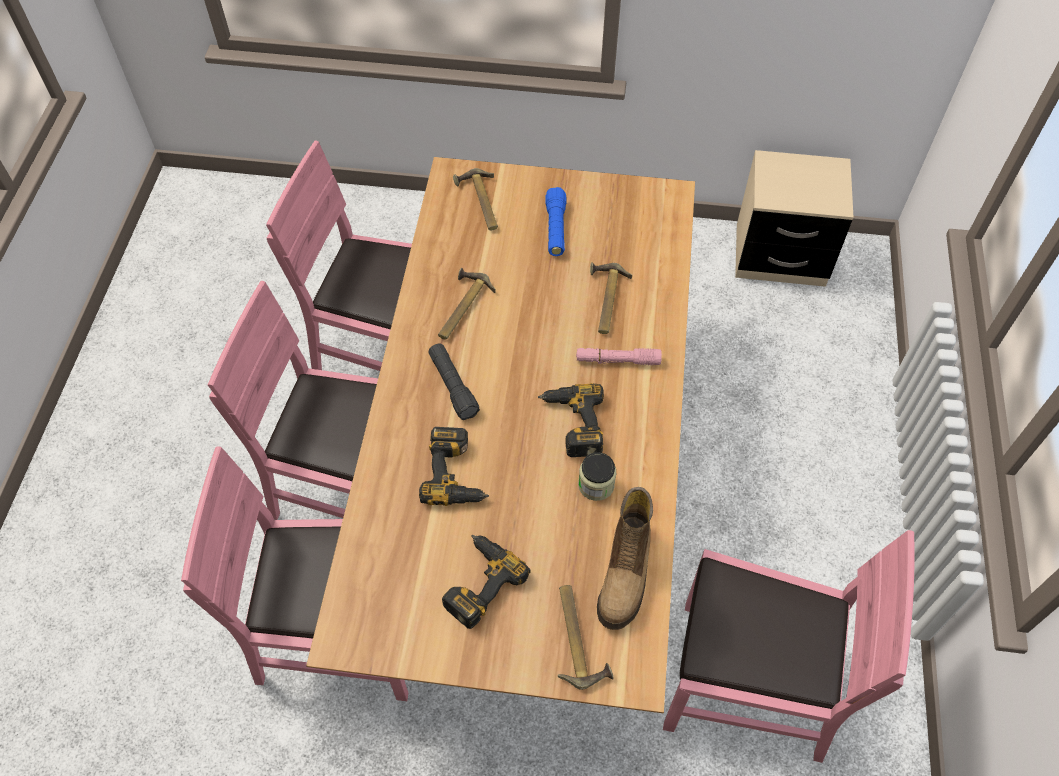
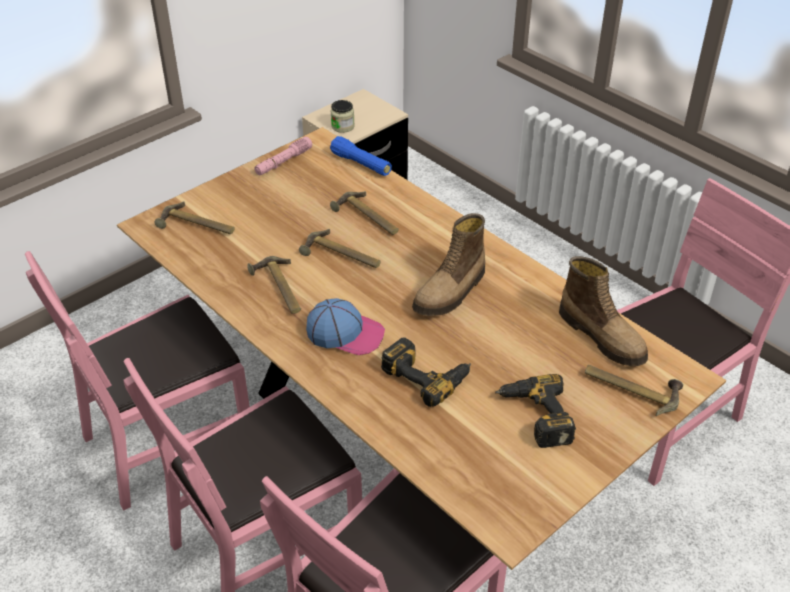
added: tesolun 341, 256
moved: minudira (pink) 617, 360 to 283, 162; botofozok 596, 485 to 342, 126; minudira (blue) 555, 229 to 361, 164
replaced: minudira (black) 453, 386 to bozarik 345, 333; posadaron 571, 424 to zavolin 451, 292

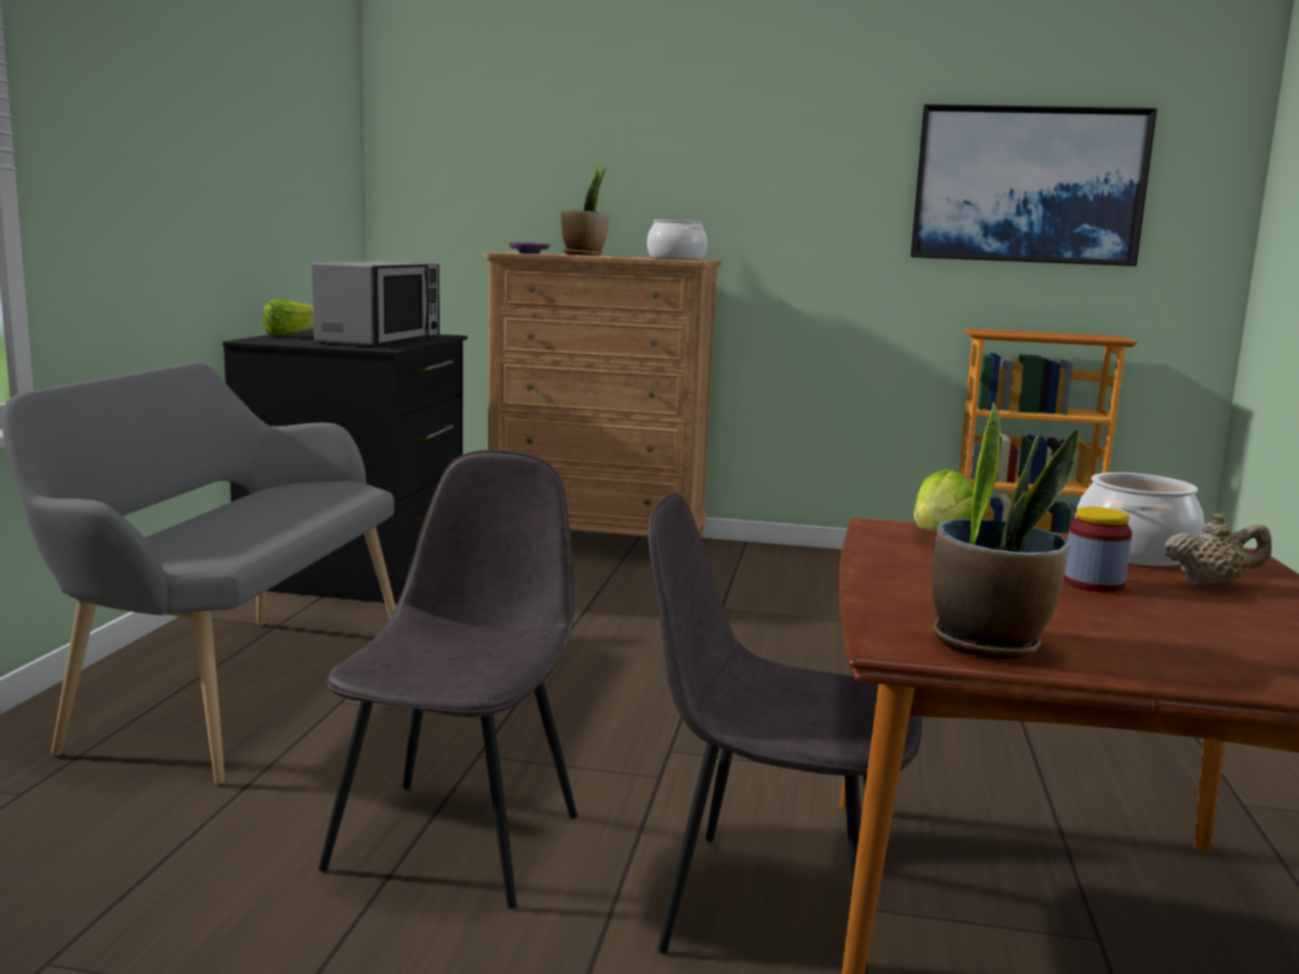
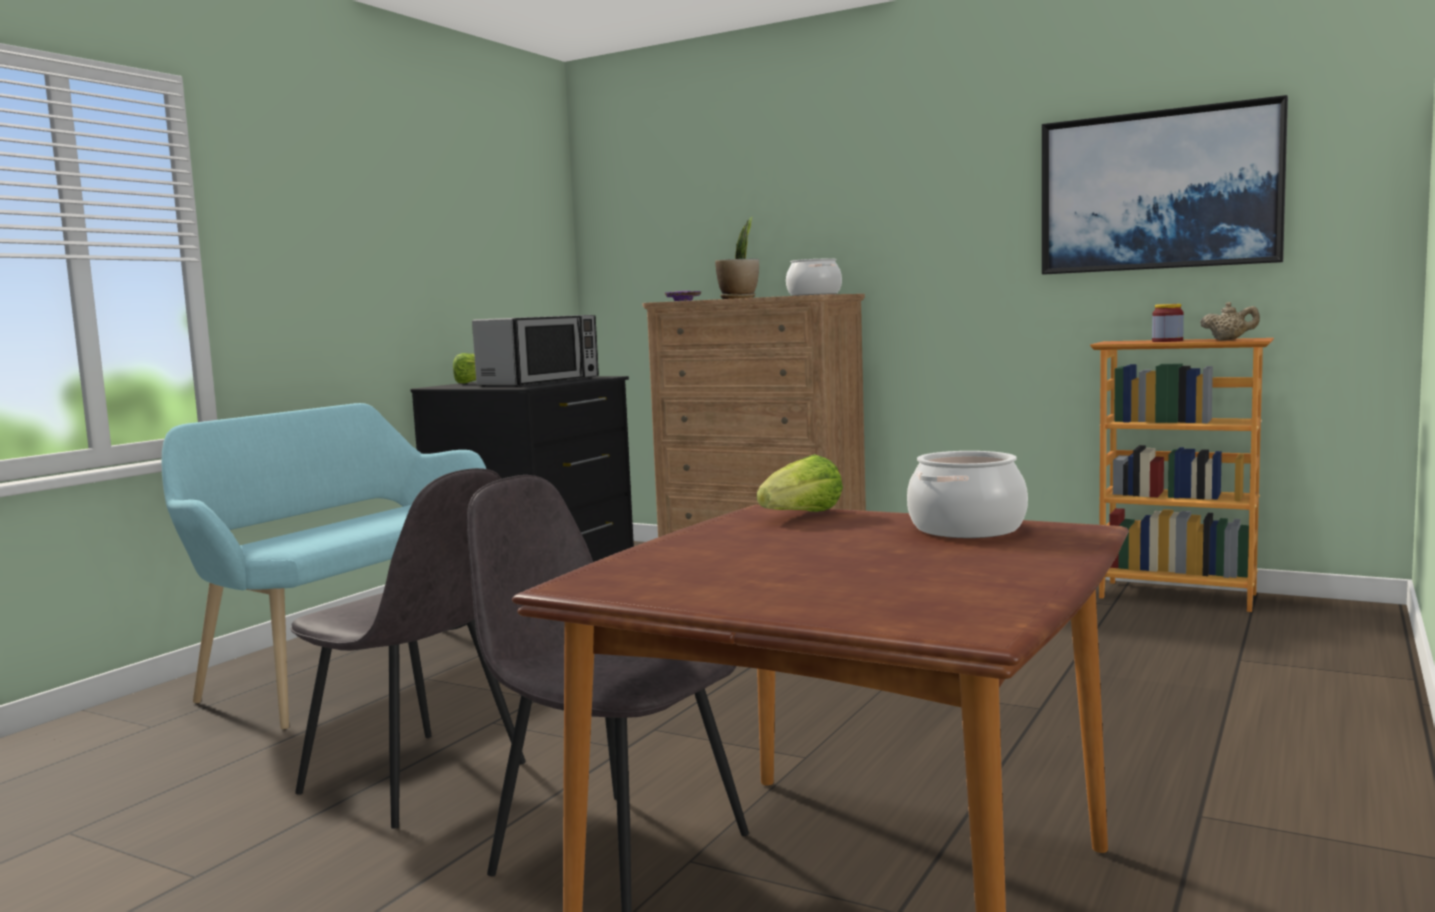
removed: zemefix 988, 643
moved: botofozok 1093, 583 to 1167, 341; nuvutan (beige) 1211, 584 to 1229, 340
recoloured: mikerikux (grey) 231, 686 to mikerikux (turquoise) 357, 663
turned: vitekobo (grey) 458, 838 = 417, 779 90 degrees clockwise

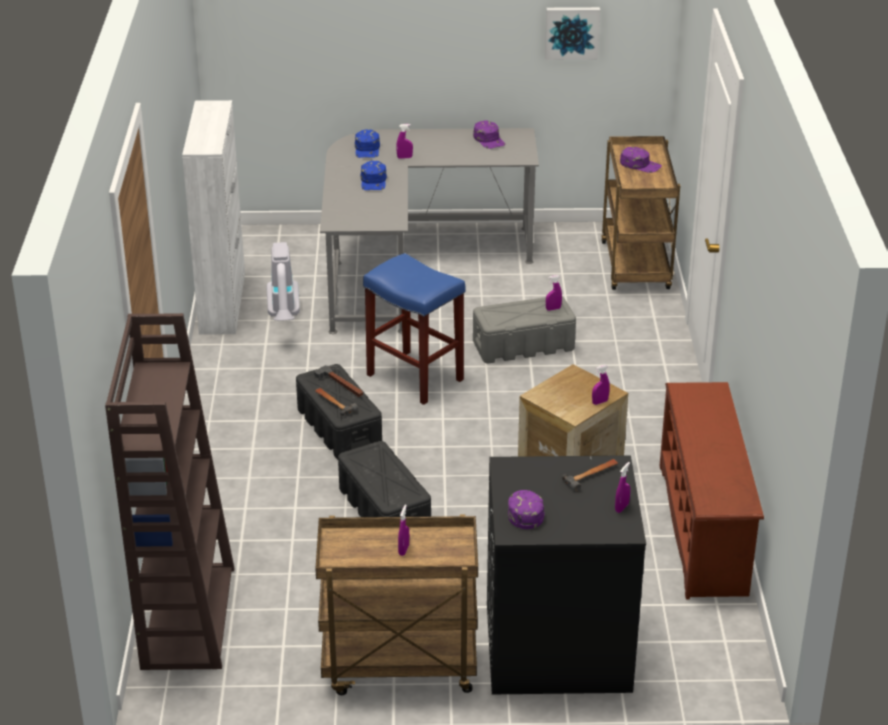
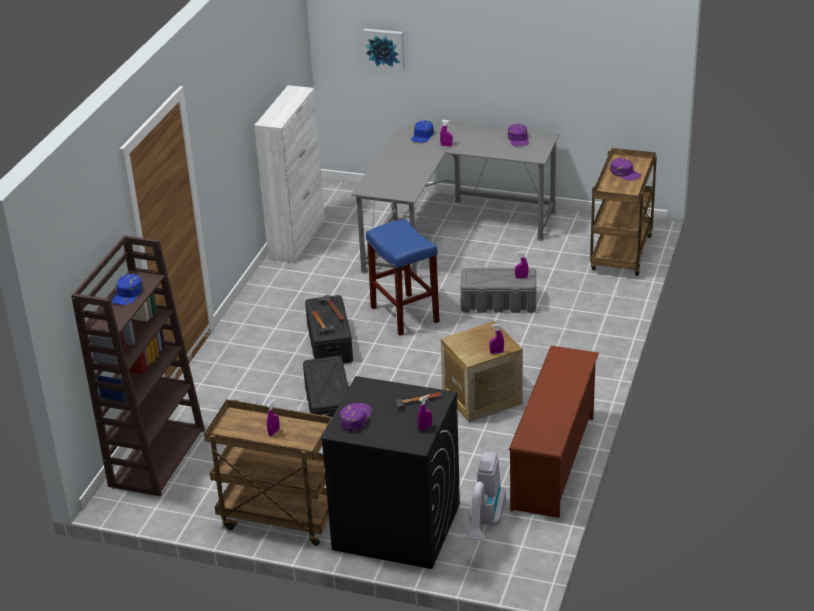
moved: bozarik (blue) 374, 181 to 127, 294; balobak 571, 32 to 384, 49; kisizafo 284, 316 to 485, 524

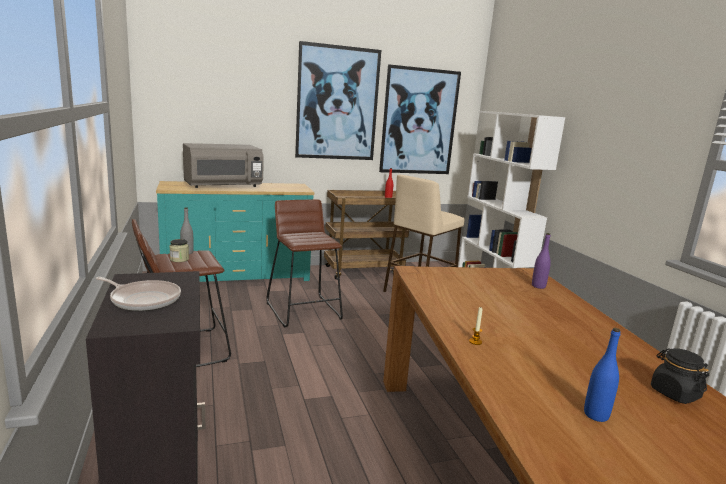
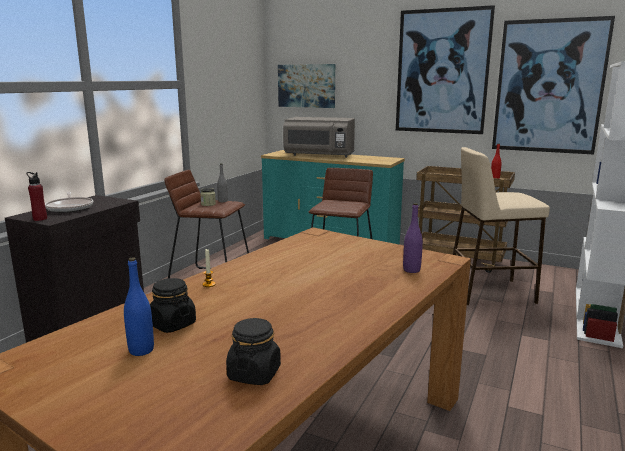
added: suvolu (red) 40, 219; botofozok (black) 172, 324; balobak 306, 86

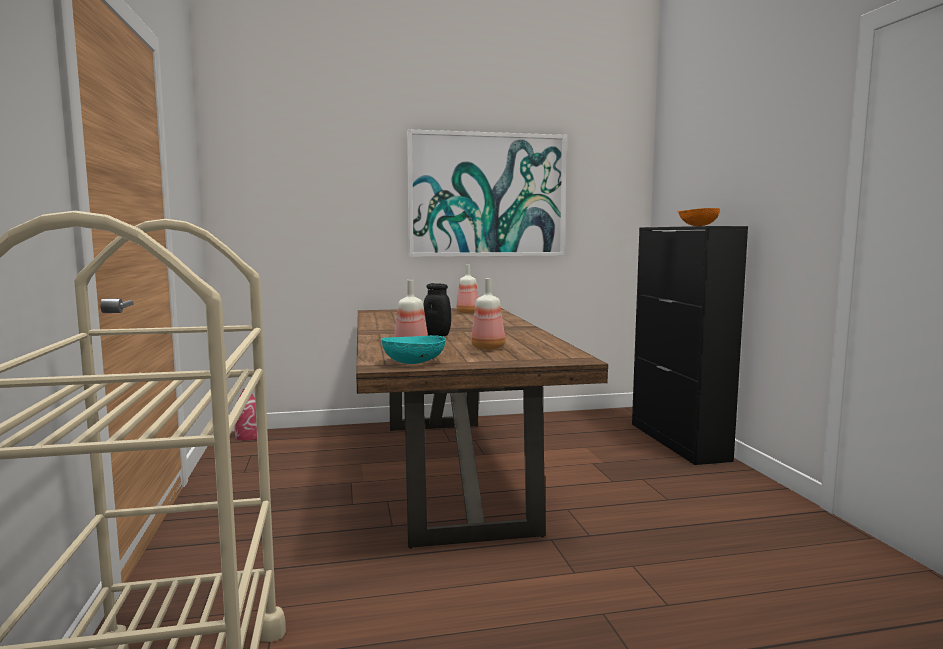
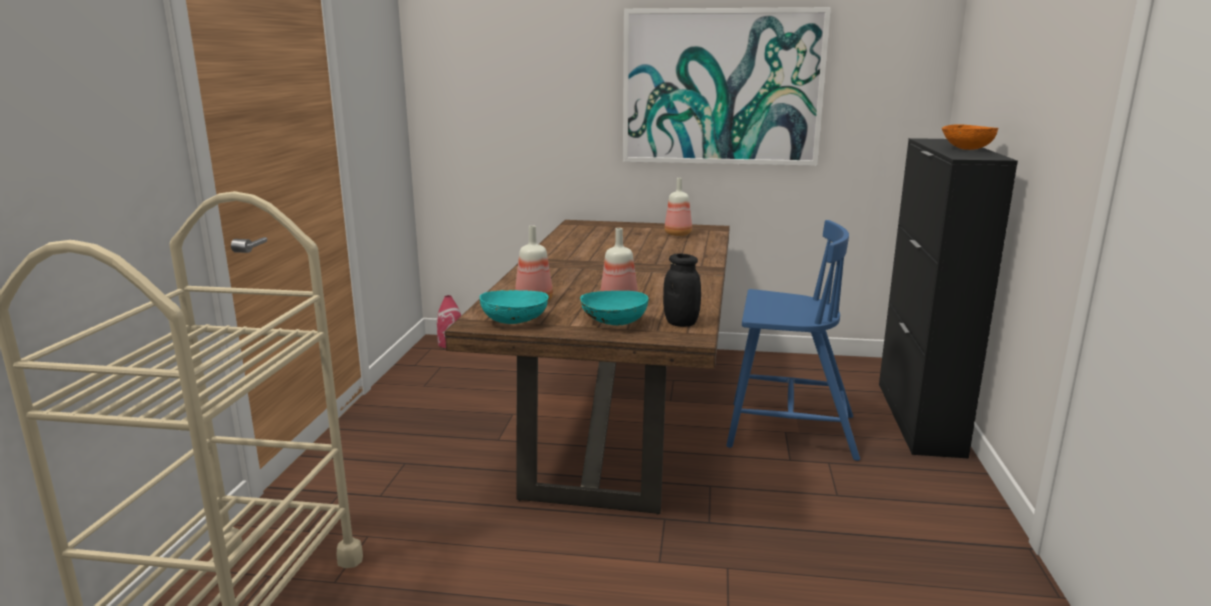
added: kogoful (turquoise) 613, 323; vitekobo (blue) 788, 430
moved: botofozok (black) 437, 335 to 681, 323

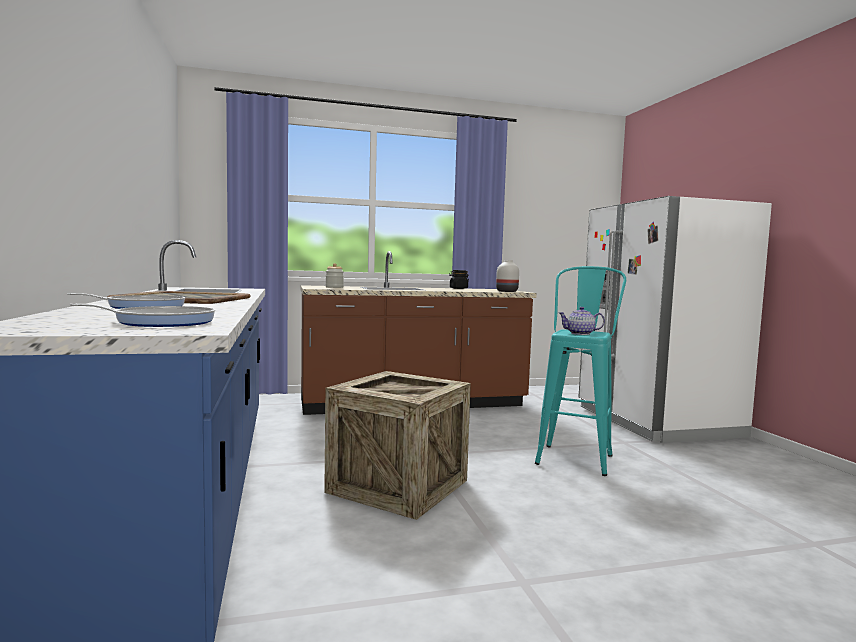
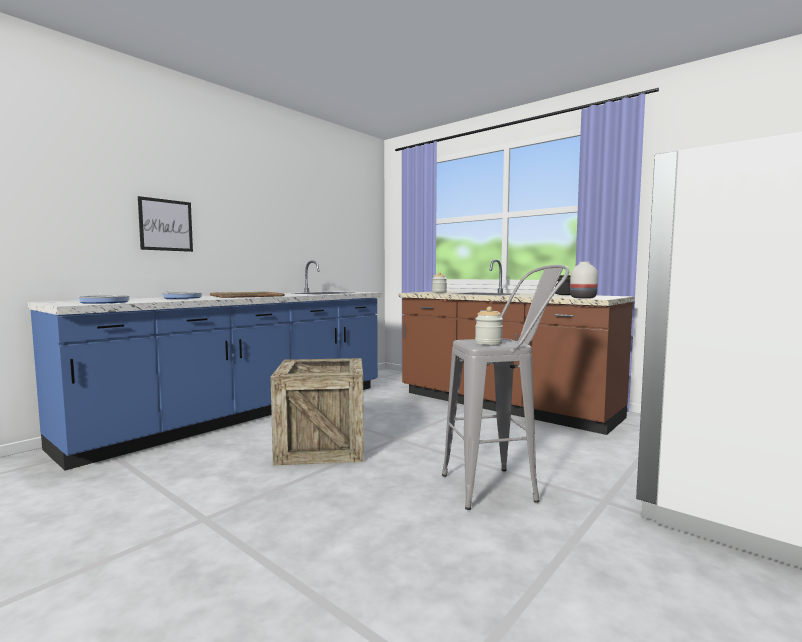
added: balobak 166, 225
replaced: nuvutan 580, 333 to botofozok 488, 343
recoloured: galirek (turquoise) 576, 456 to galirek (grey) 502, 487

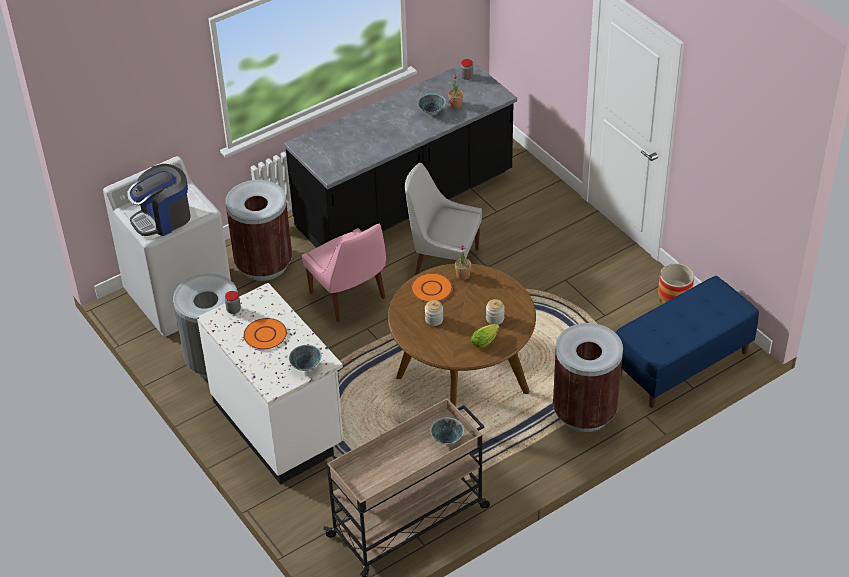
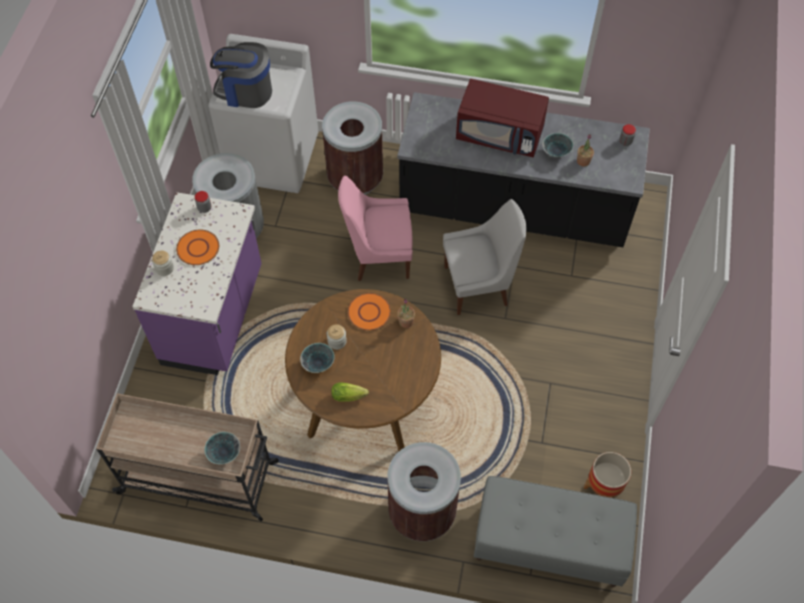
added: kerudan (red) 500, 134
moved: botofozok 495, 319 to 164, 268; kogoful 306, 366 to 318, 364
recoloured: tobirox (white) 279, 424 to tobirox (purple) 215, 317; mikerikux (blue) 681, 364 to mikerikux (grey) 548, 544
turned: vitekobo (pink) 349, 297 = 378, 256 75 degrees clockwise; vitekobo (white) 444, 262 = 479, 285 105 degrees clockwise

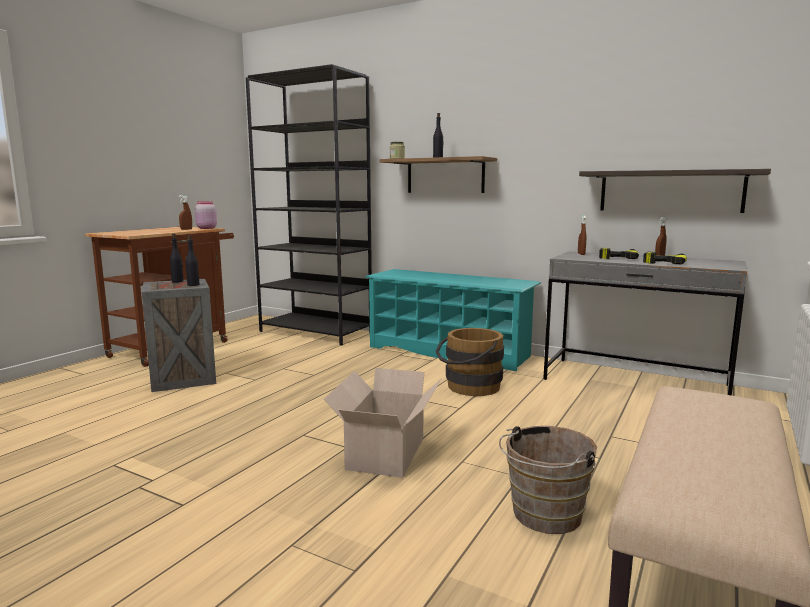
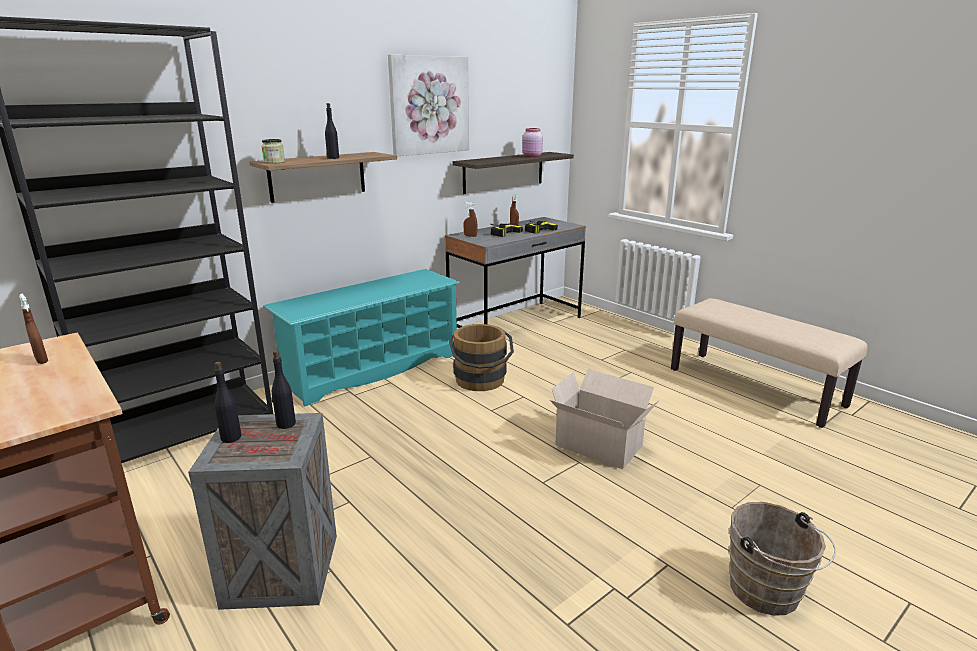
added: balobak 429, 105
moved: botofozok (pink) 206, 228 to 532, 156; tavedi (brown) 543, 516 to 768, 594

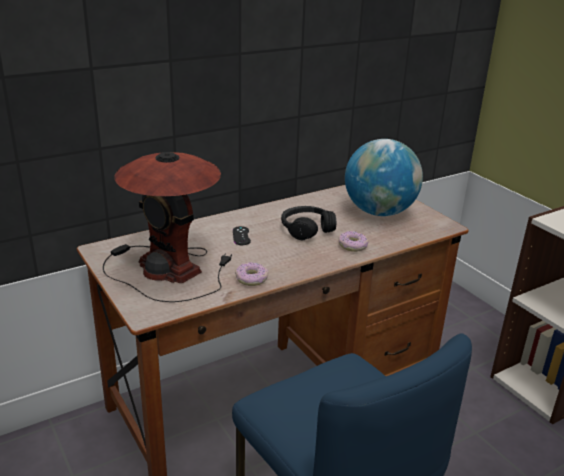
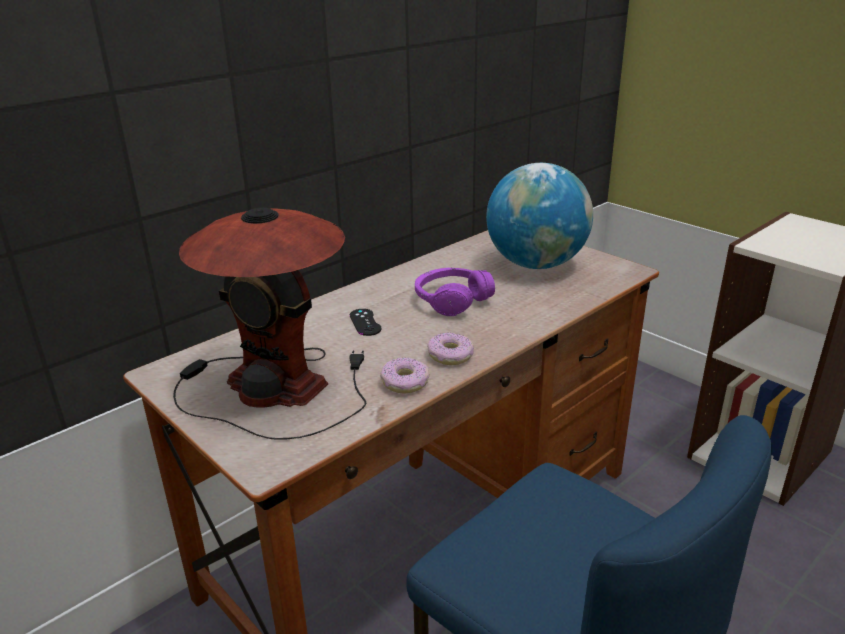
moved: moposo 352, 245 to 450, 355
recoloured: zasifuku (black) 306, 229 to zasifuku (purple) 452, 300

